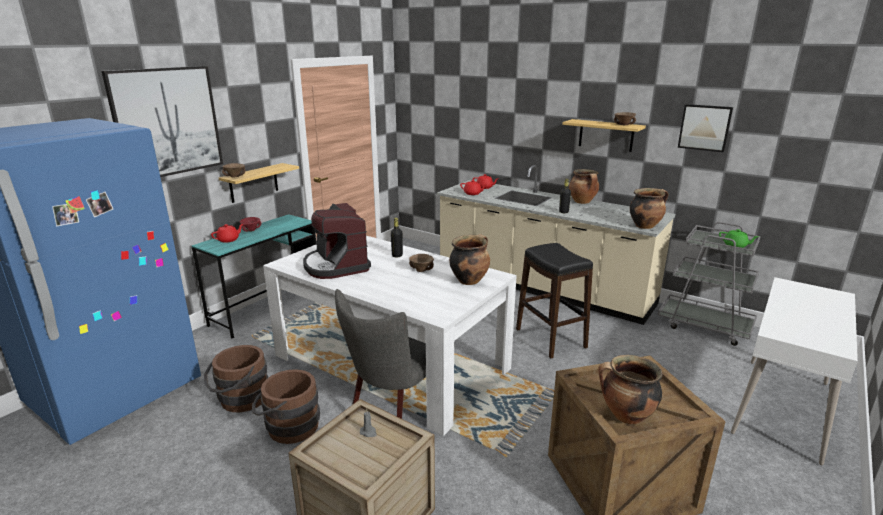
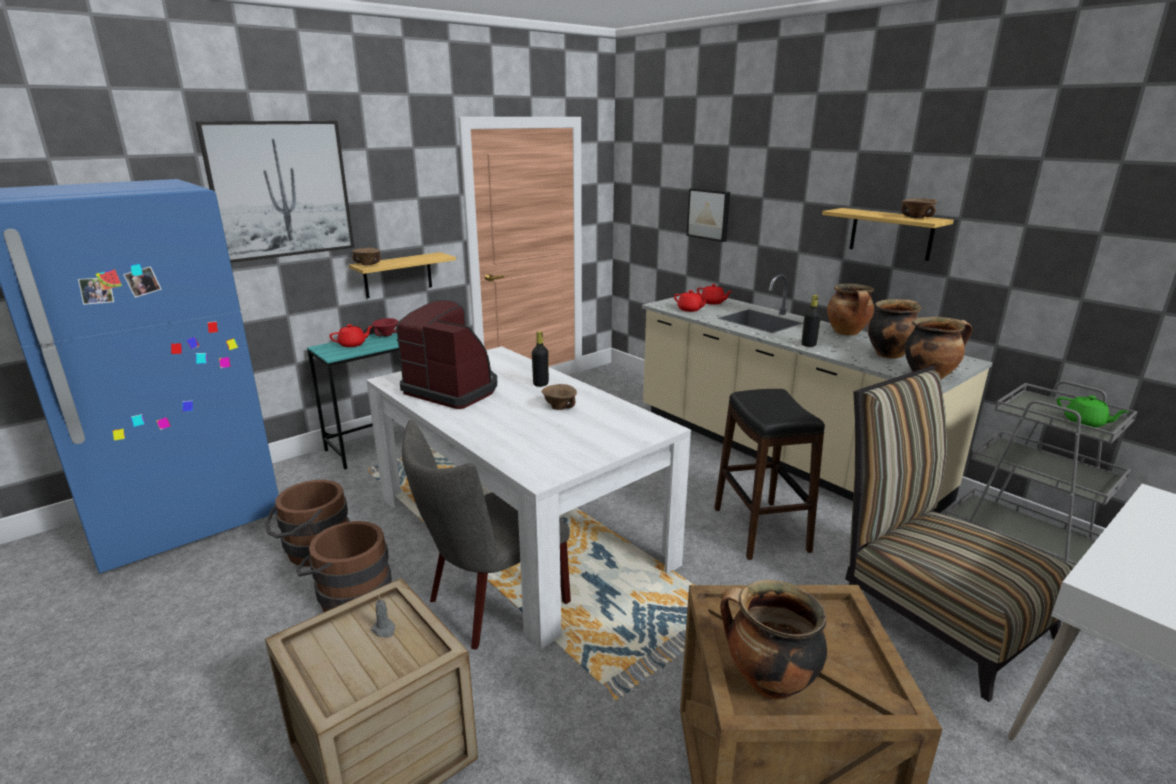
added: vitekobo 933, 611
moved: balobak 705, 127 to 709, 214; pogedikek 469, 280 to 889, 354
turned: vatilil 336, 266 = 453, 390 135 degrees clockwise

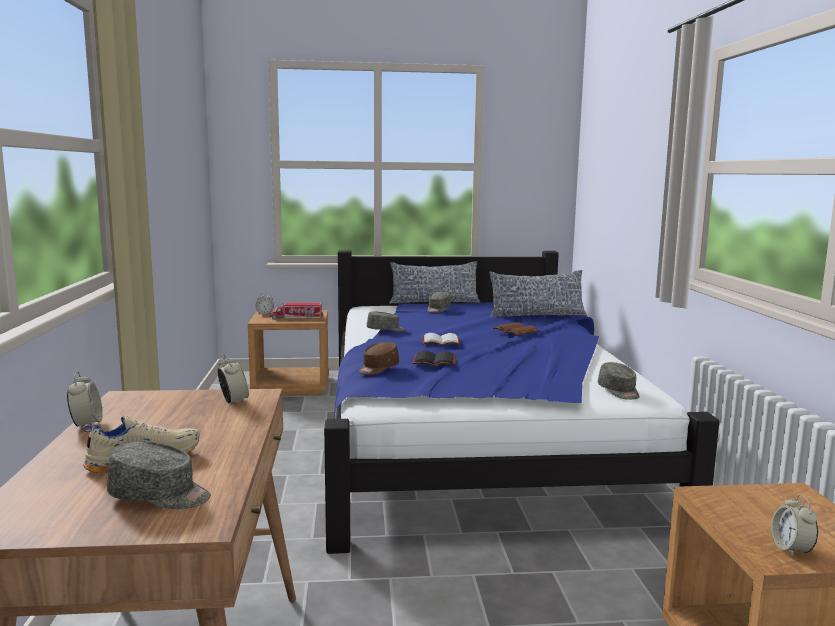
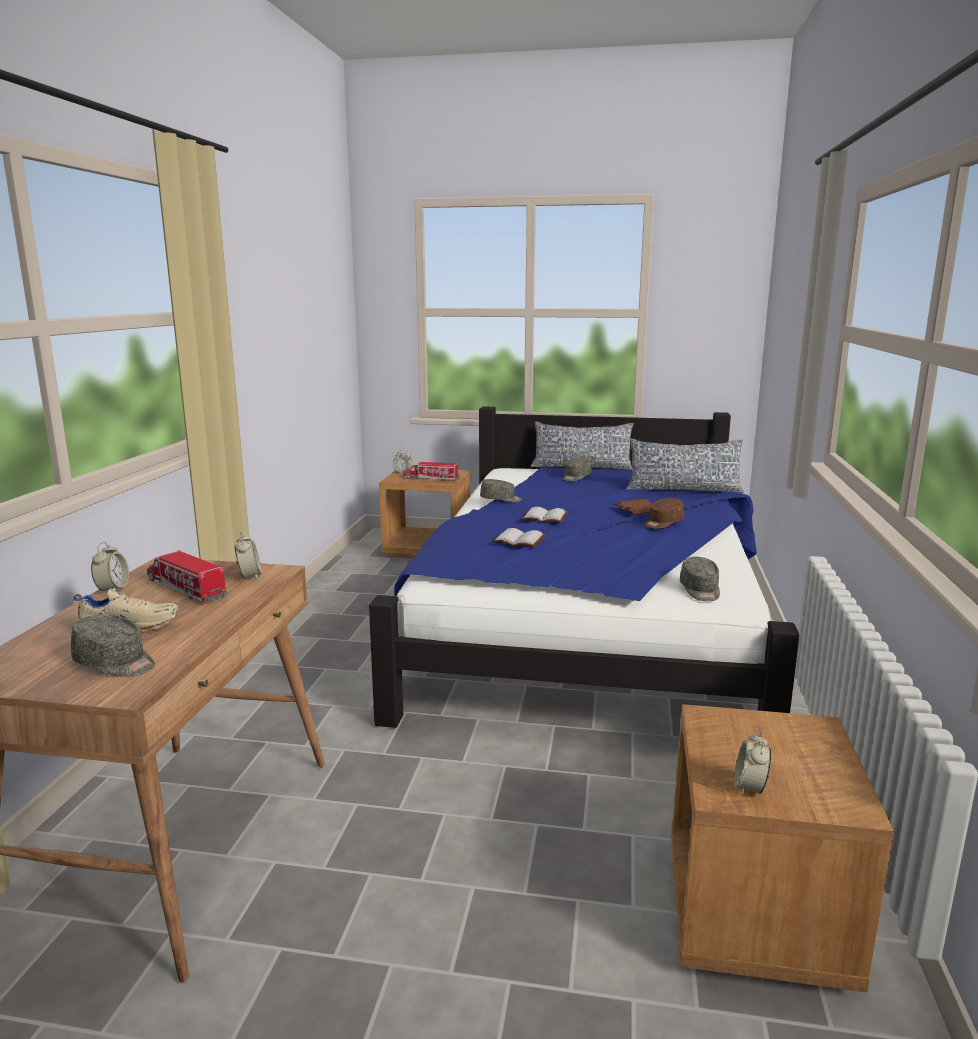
added: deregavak 185, 588
moved: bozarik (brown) 378, 368 to 663, 523
recoloured: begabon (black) 435, 361 to begabon (white) 520, 540

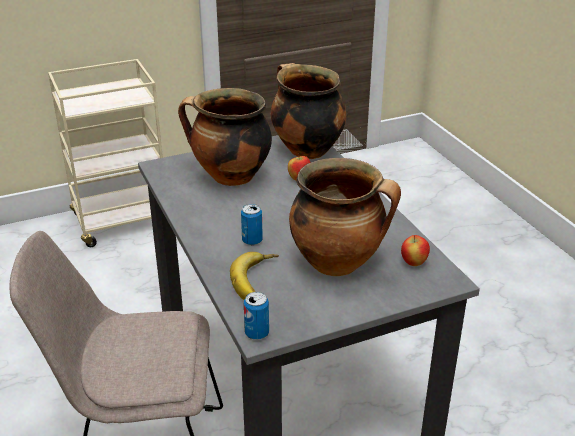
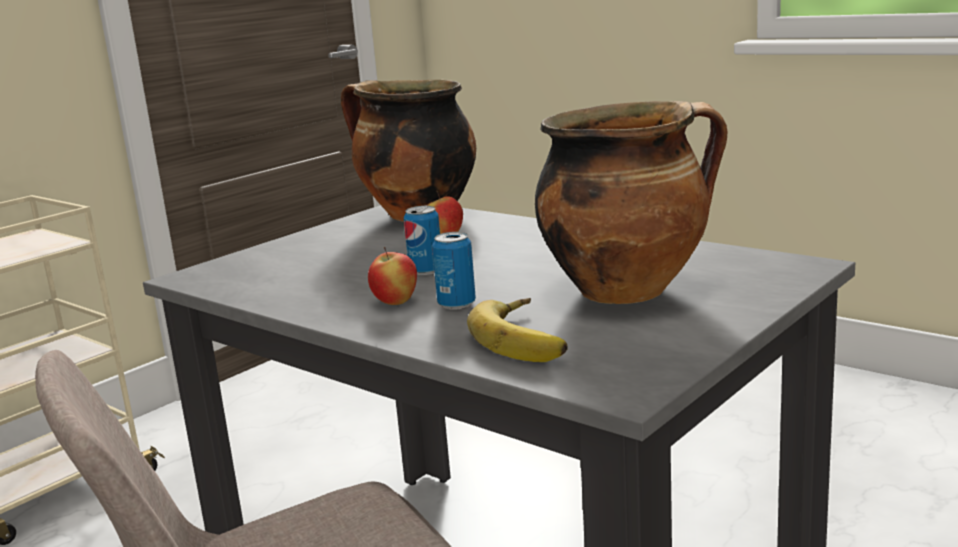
removed: pogedikek 230, 177
moved: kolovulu 413, 263 to 395, 303; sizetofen 257, 333 to 426, 271

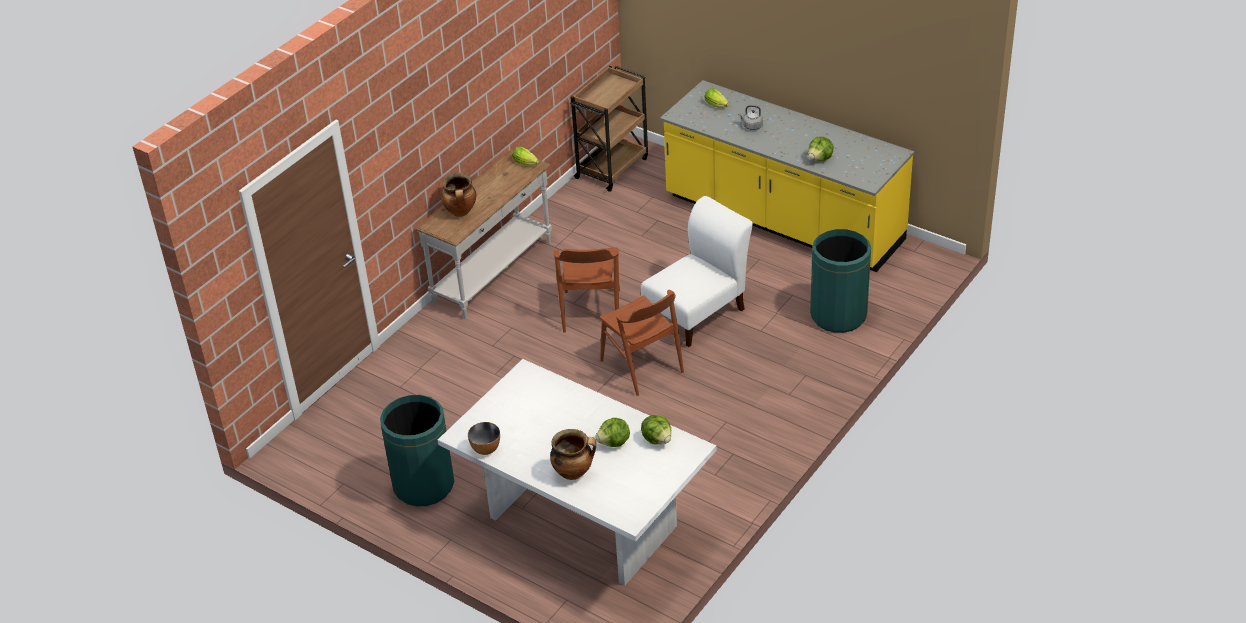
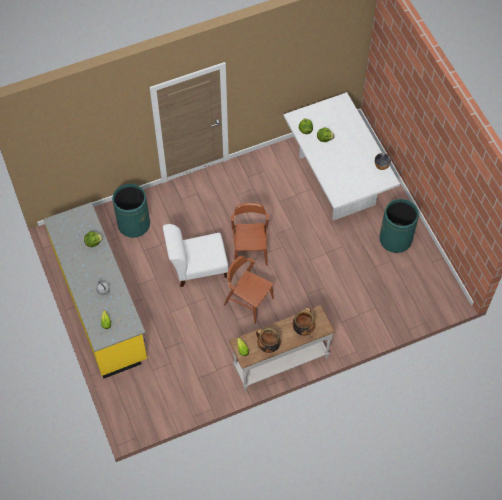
removed: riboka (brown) 612, 167
moved: pogedikek 574, 472 to 268, 346
turned: vitekobo (brown) 591, 311 = 248, 301 90 degrees counterclockwise

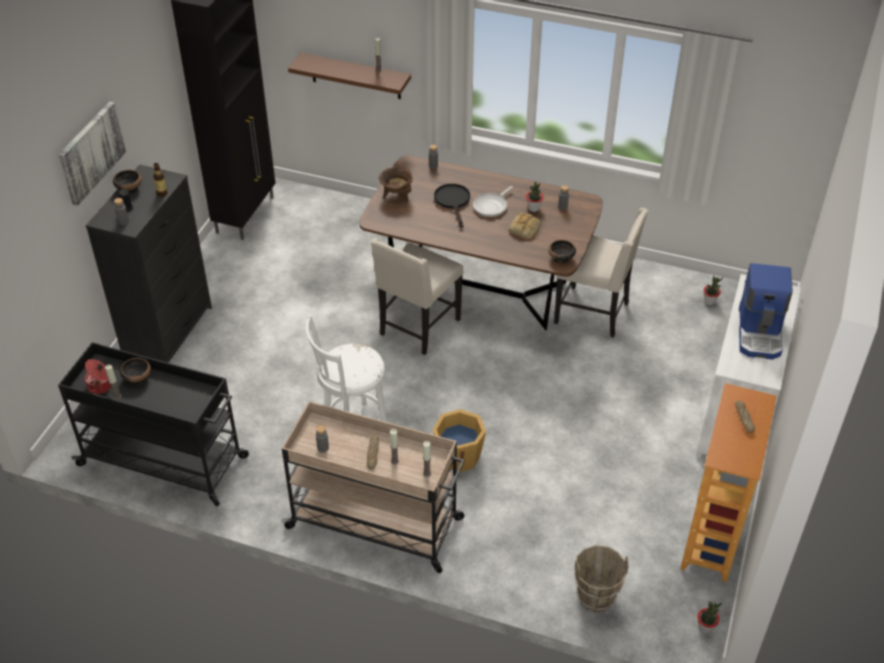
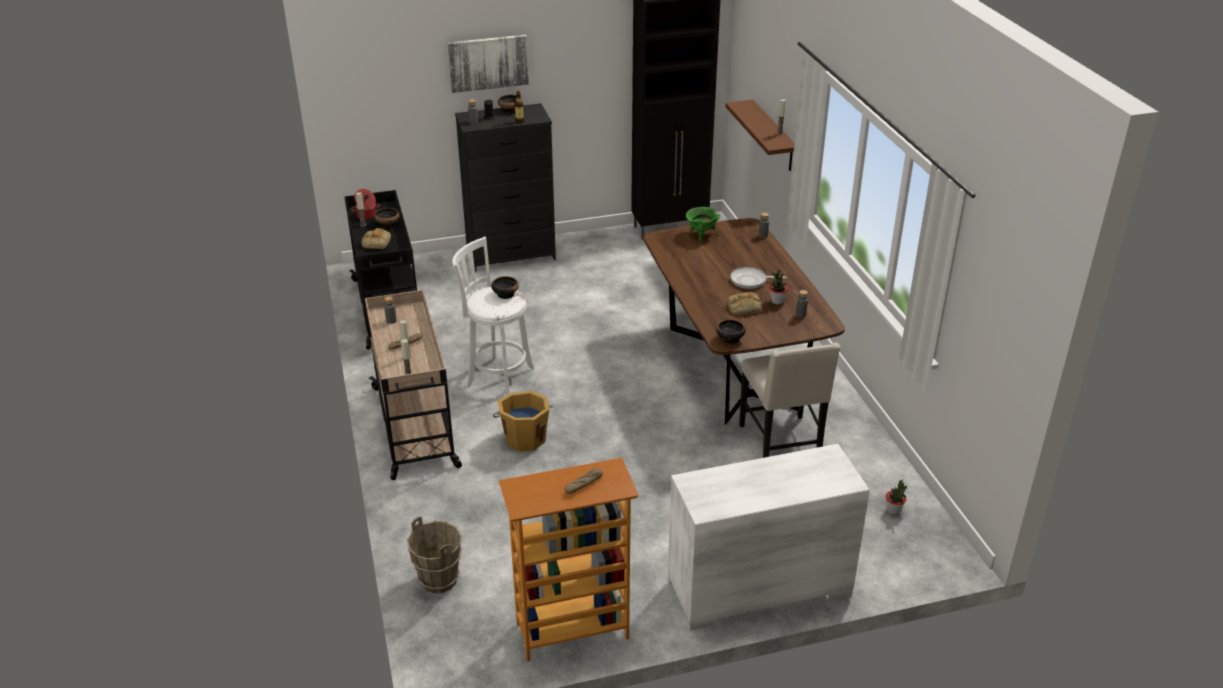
removed: vitekobo (beige) 418, 328; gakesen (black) 453, 202; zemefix 705, 627; vatilil 760, 333
added: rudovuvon 376, 242; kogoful 505, 294
recoloured: pogedikek (brown) 397, 196 to pogedikek (green) 701, 235

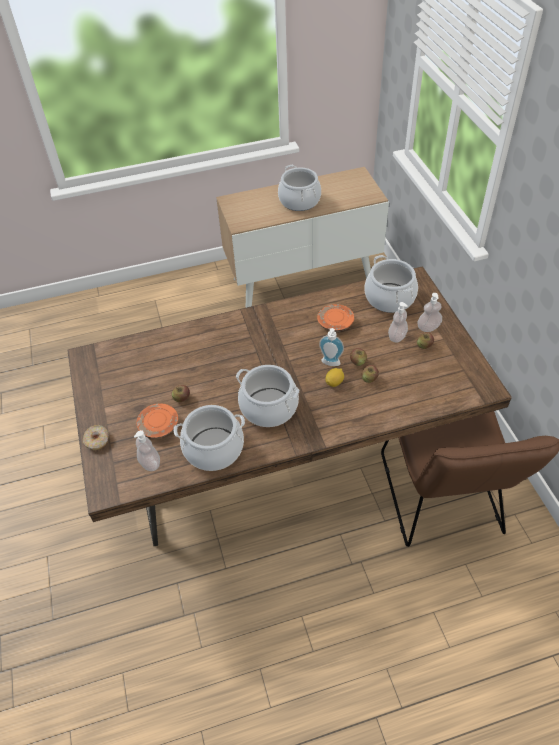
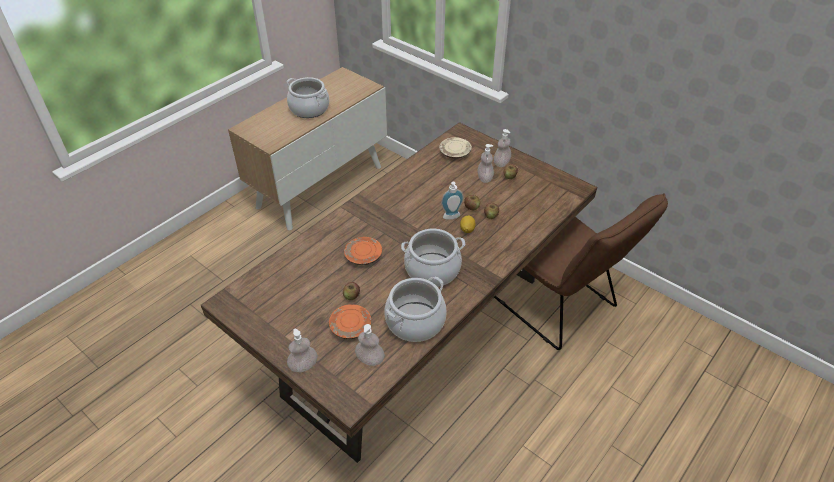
moved: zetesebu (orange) 335, 323 to 363, 256
replaced: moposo 97, 440 to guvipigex 303, 366; pogedikek 390, 298 to zetesebu (beige) 455, 153

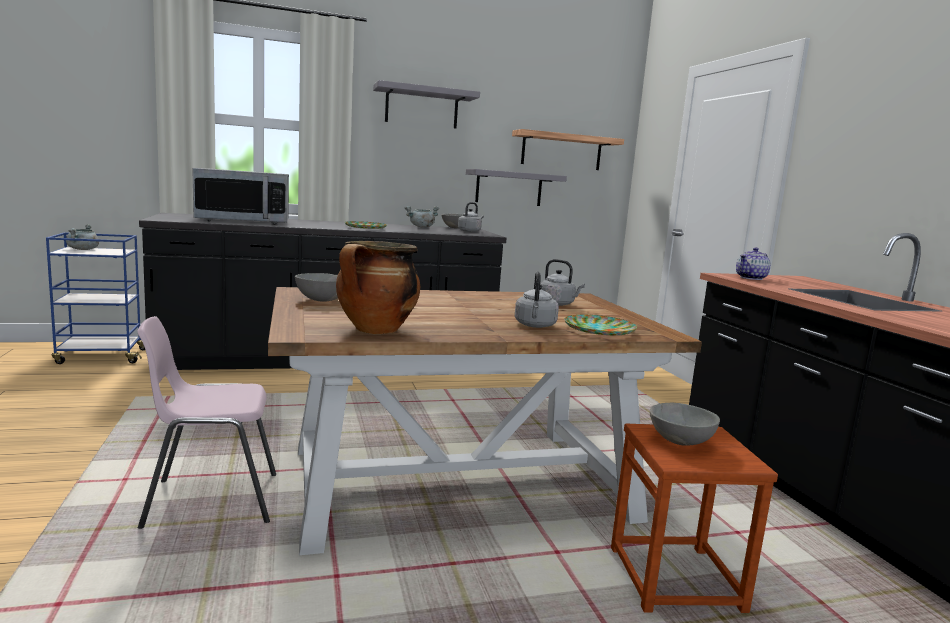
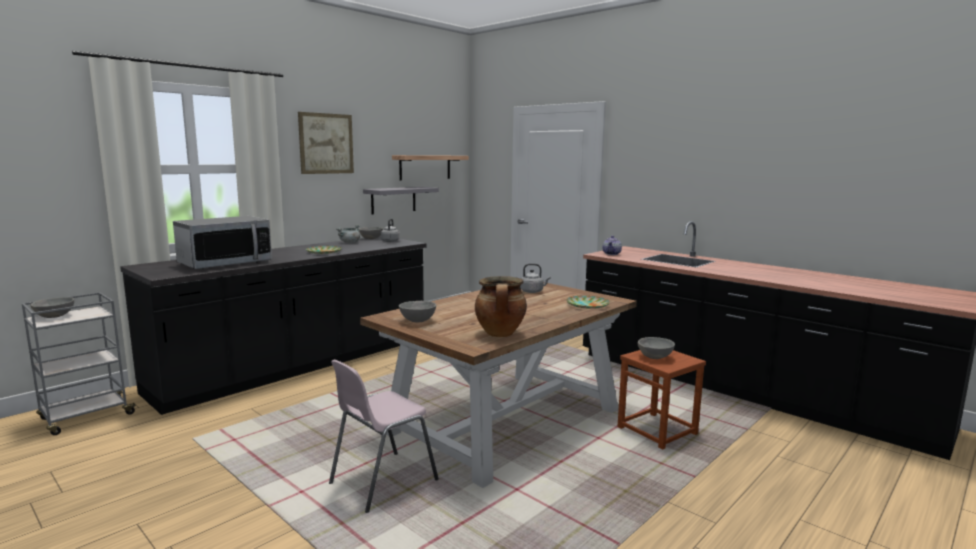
removed: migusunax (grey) 535, 326
replaced: pogedikek (grey) 83, 249 to kogoful (grey) 55, 317; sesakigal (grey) 421, 107 to balobak 326, 143
recoloured: riboka (blue) 101, 356 to riboka (grey) 85, 417

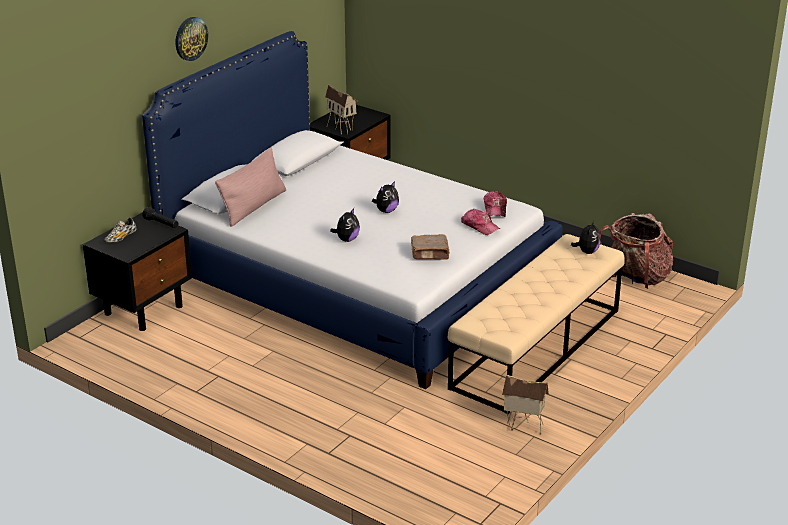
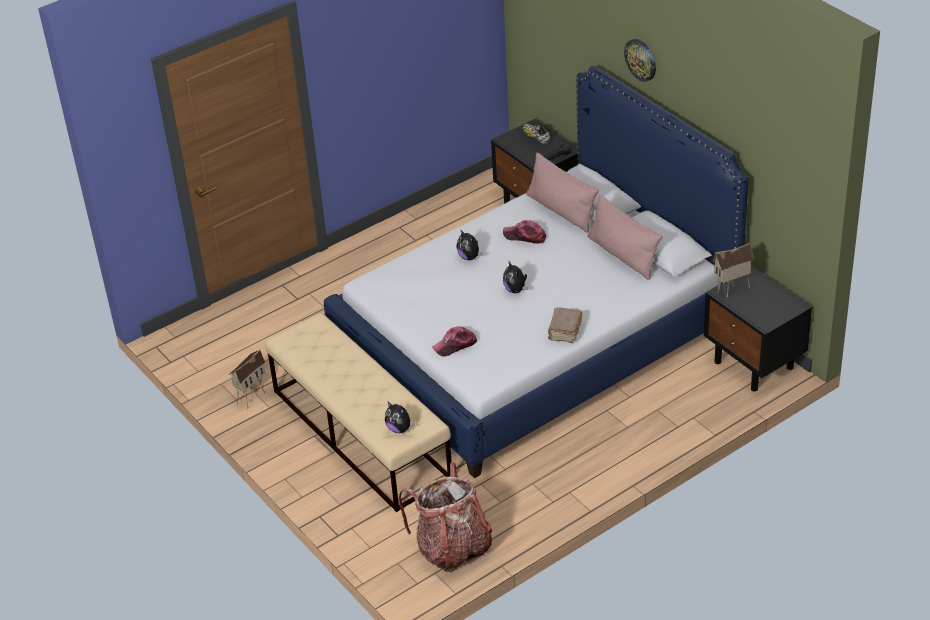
added: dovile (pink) 622, 255
moved: bozarik 495, 209 to 525, 236; begabon (brown) 430, 254 to 564, 331

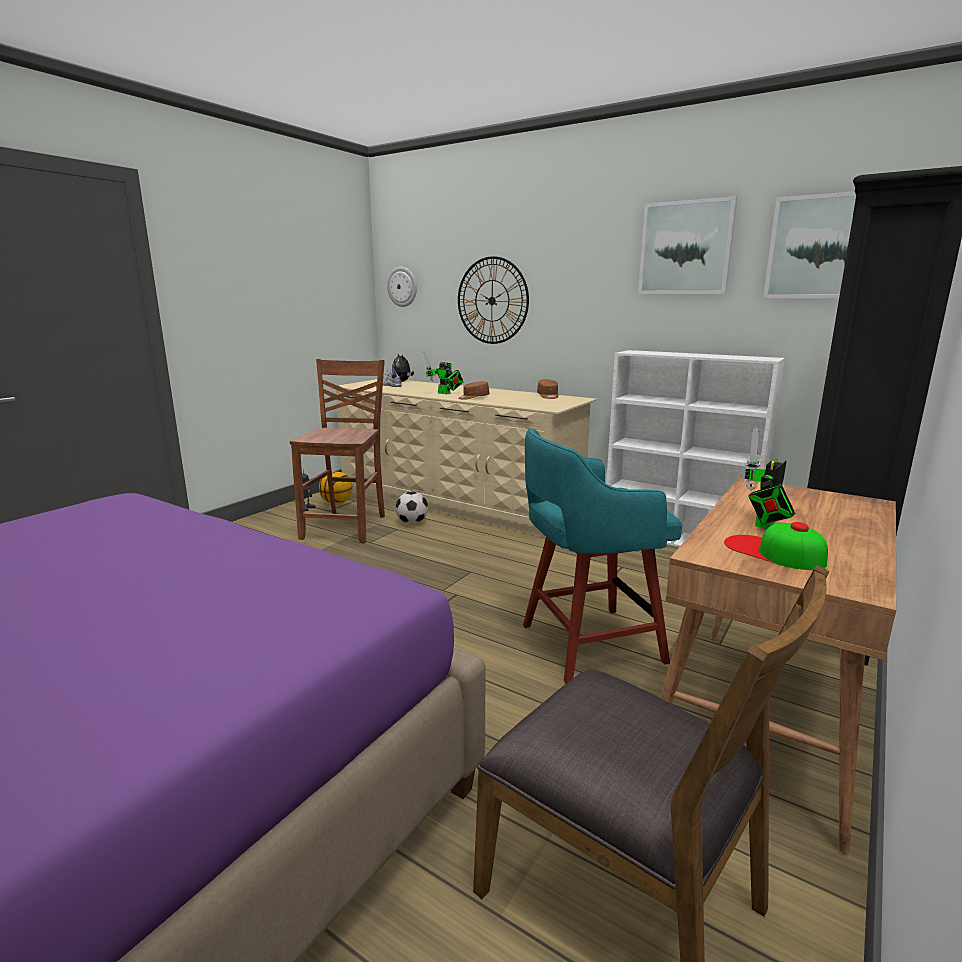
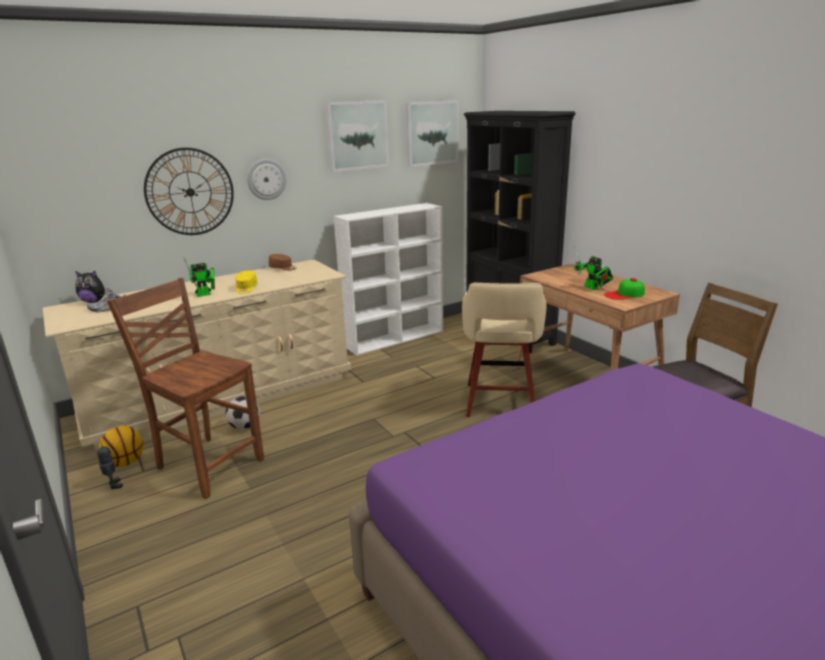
moved: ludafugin 402, 287 to 266, 179
recoloured: bozarik (brown) 473, 397 to bozarik (yellow) 246, 288; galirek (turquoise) 587, 644 to galirek (beige) 500, 402

